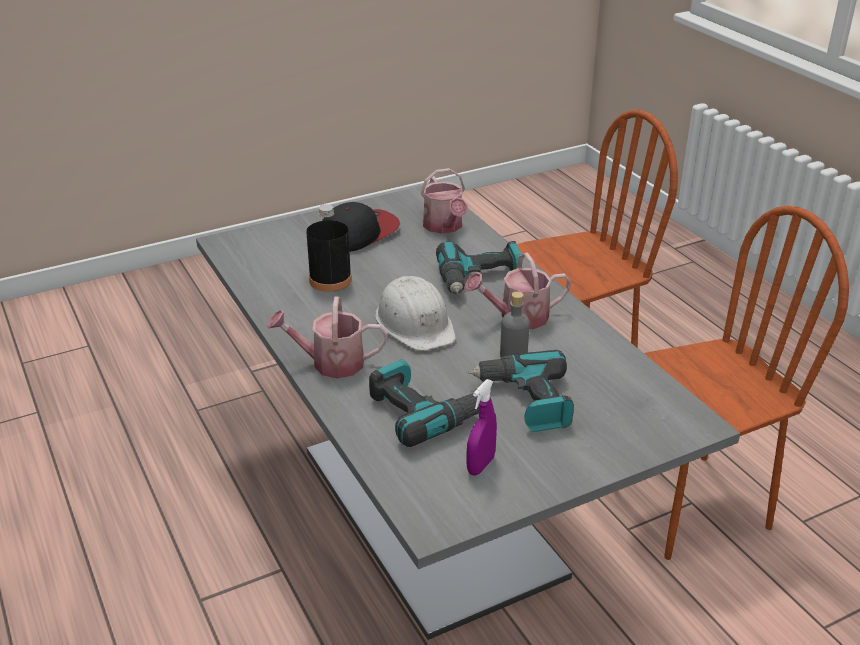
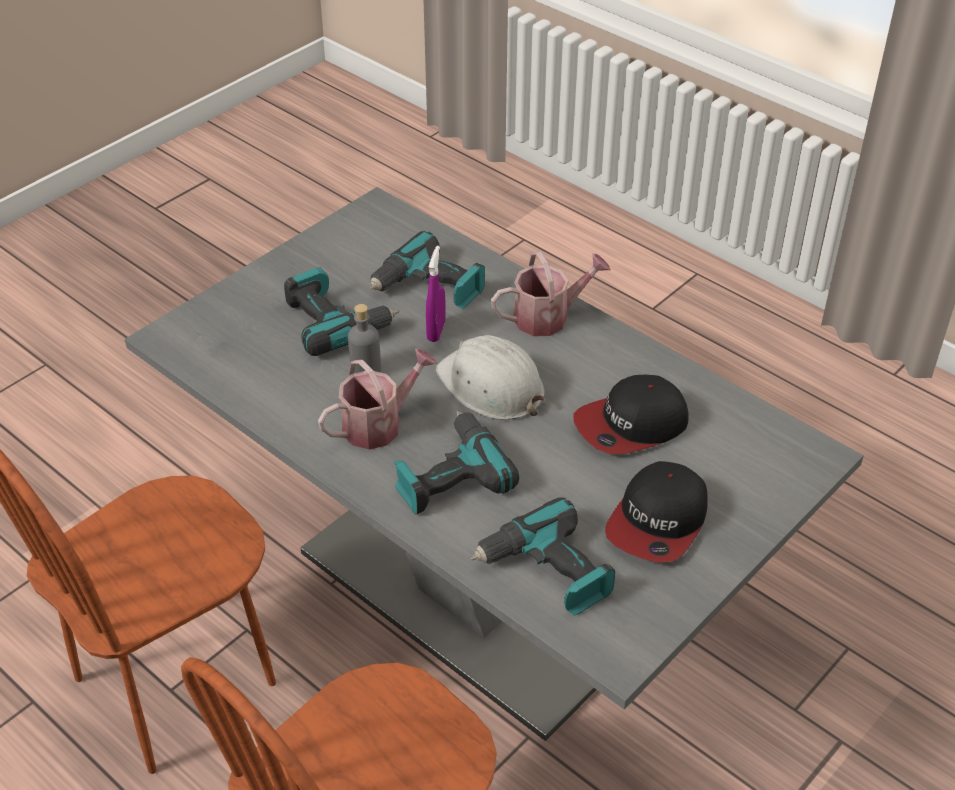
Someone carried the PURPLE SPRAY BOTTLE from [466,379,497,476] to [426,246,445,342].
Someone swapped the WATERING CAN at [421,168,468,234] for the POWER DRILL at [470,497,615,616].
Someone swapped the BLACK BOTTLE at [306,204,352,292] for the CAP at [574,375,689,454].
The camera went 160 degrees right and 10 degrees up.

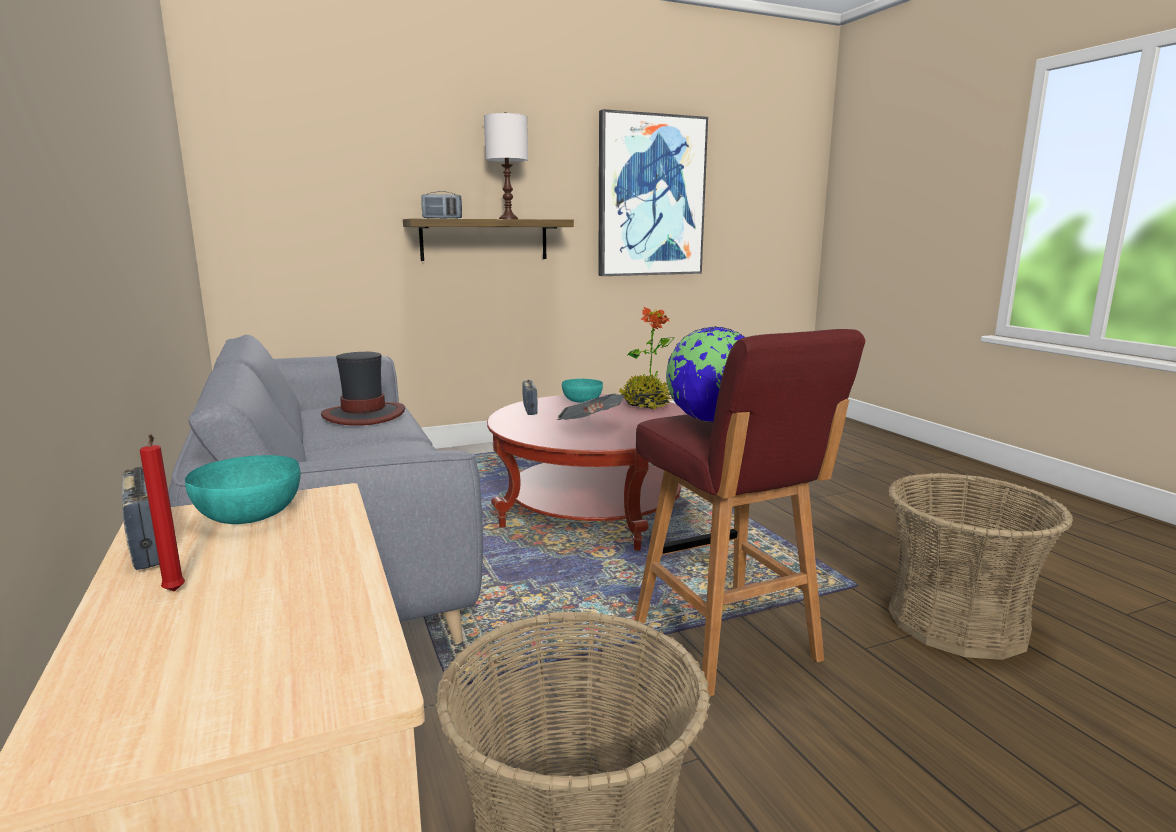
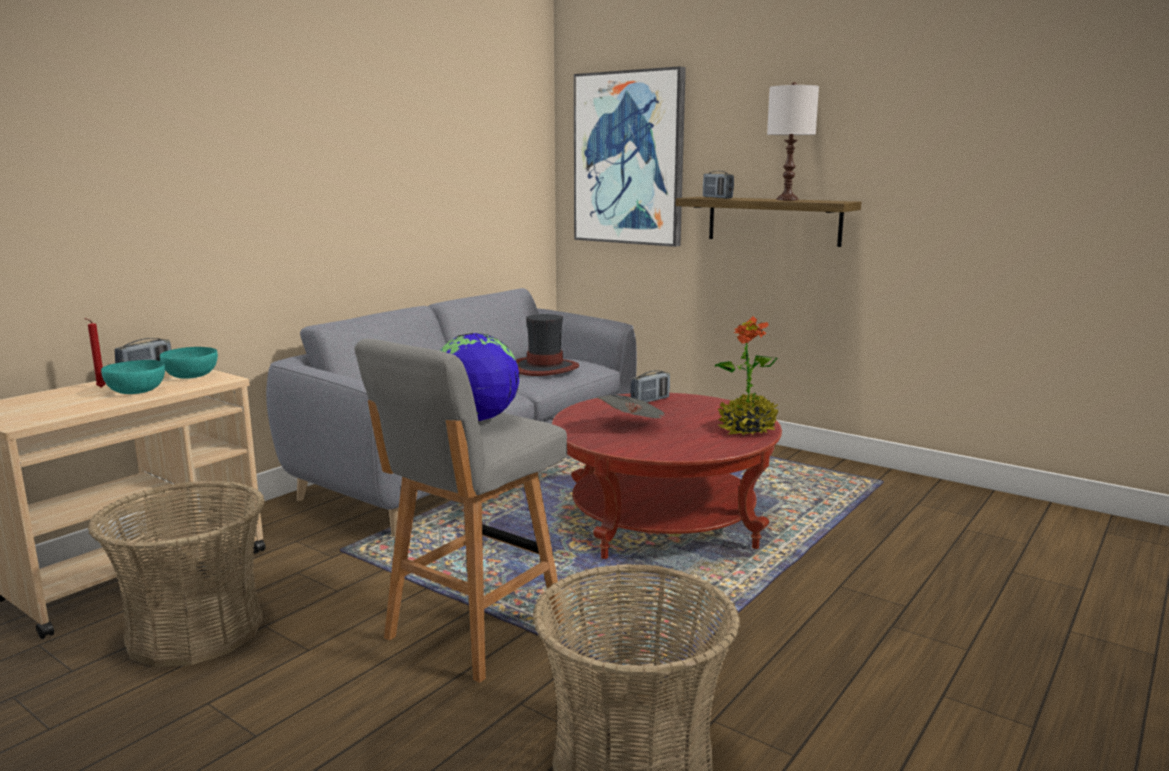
Someone carried the TURQUOISE BOWL from [562,379,603,403] to [101,360,165,394].
Someone repainted the RED STOOL at [635,329,865,696], which became the GREY STOOL at [354,339,567,683].
Someone carried the PICTURE from [598,109,708,276] to [574,66,686,247].
The camera went 60 degrees right and 0 degrees up.

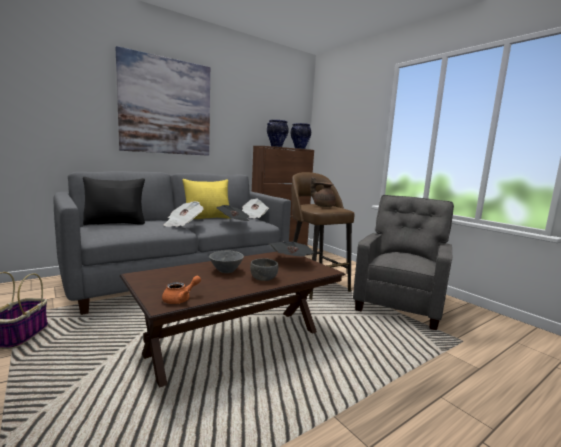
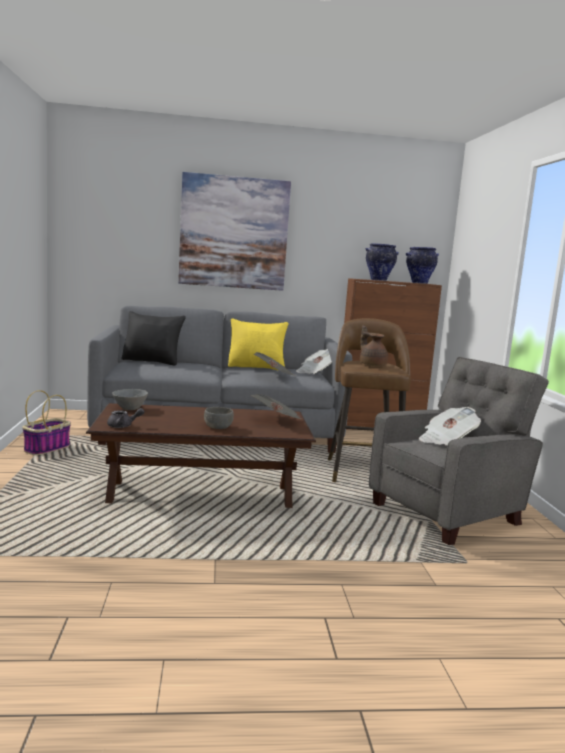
Someone repainted the ORANGE TEAPOT at [162,276,201,304], which became the GREY TEAPOT at [107,408,145,428].
Someone carried the GREY BOWL from [209,251,244,273] to [112,389,148,410].
Someone carried the NEWSPAPER from [164,201,204,227] to [419,407,481,445].
The camera went 30 degrees right and 0 degrees up.

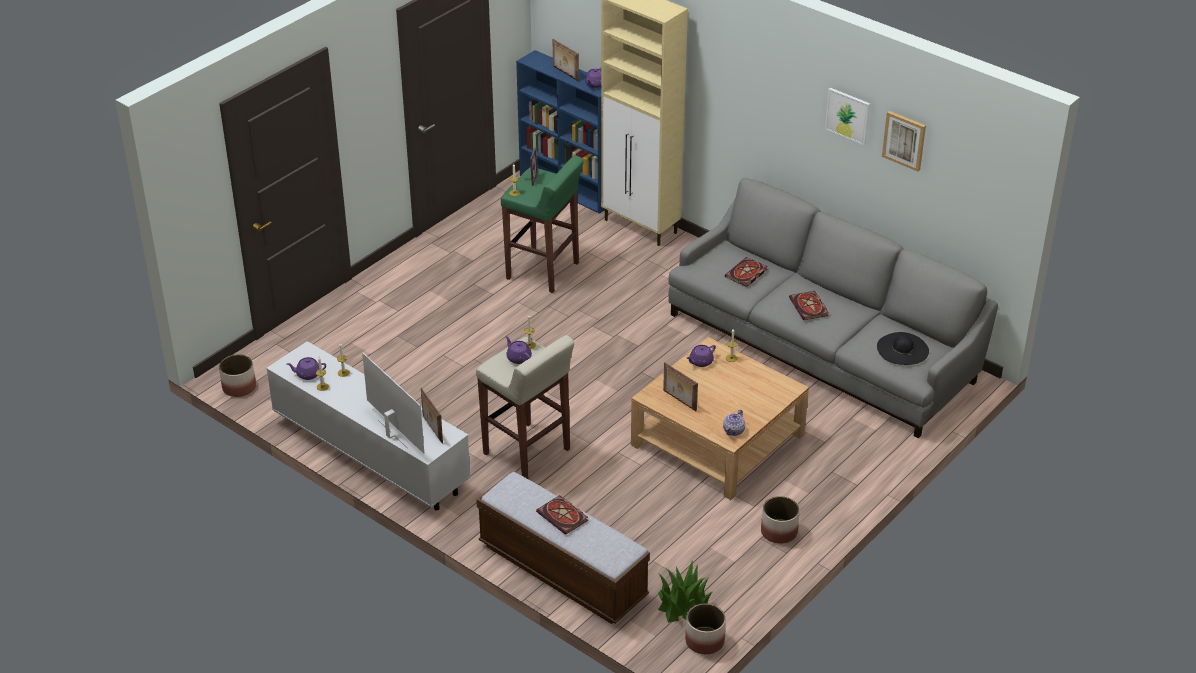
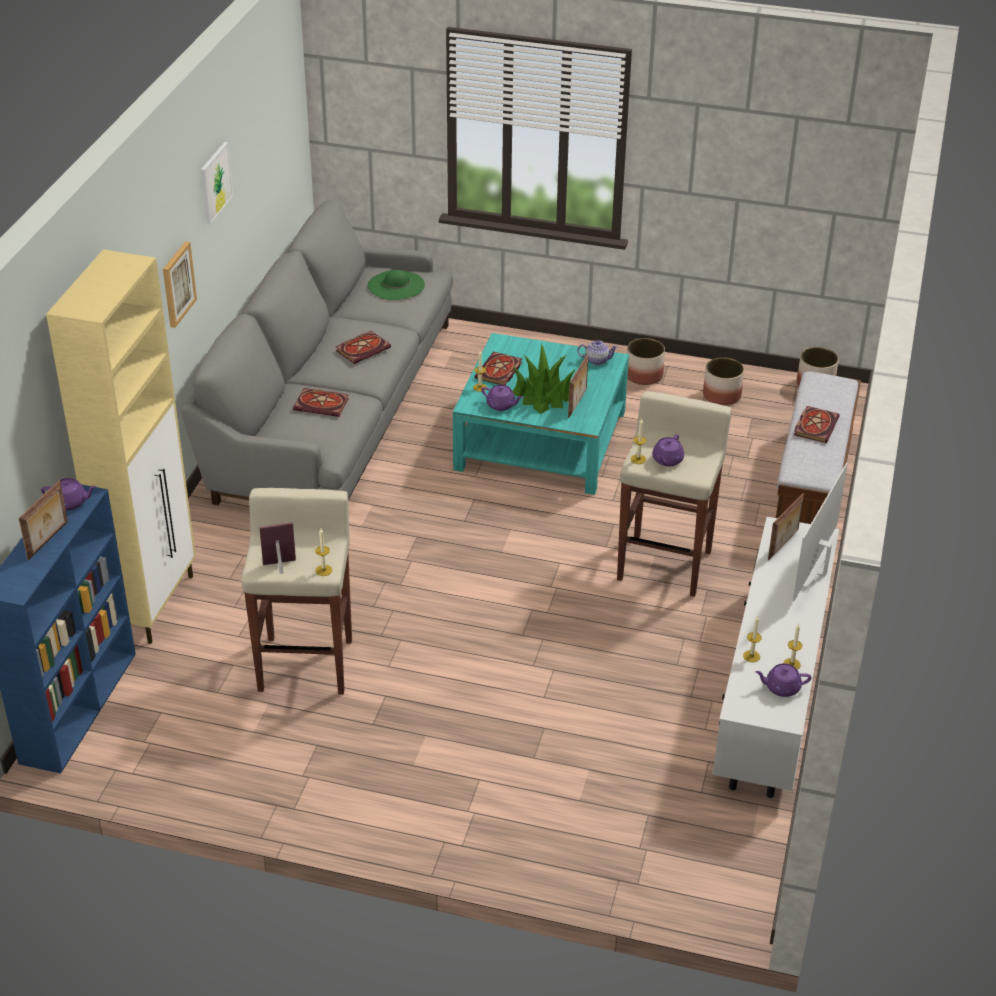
Someone carried the PICTURE from [882,111,926,171] to [163,241,197,328].
Someone repainted the GREEN STOOL at [501,155,584,293], which became the BEIGE STOOL at [241,488,352,695].
Someone repainted the BLACK HAT at [877,332,929,365], which became the GREEN HAT at [368,270,425,300].
Someone repainted the BEIGE COFFEE TABLE at [631,337,809,500], which became the TURQUOISE COFFEE TABLE at [453,333,629,495].
Someone put down the BOOK at [475,352,522,385].
Someone carried the POTTED PLANT from [658,560,714,623] to [513,343,576,414].
Someone carried the PLANTER from [219,354,256,397] to [703,357,744,405].
Someone rotated the PURPLE TEAPOT at [287,357,326,380] by 120 degrees clockwise.
The camera went 115 degrees left and 0 degrees up.

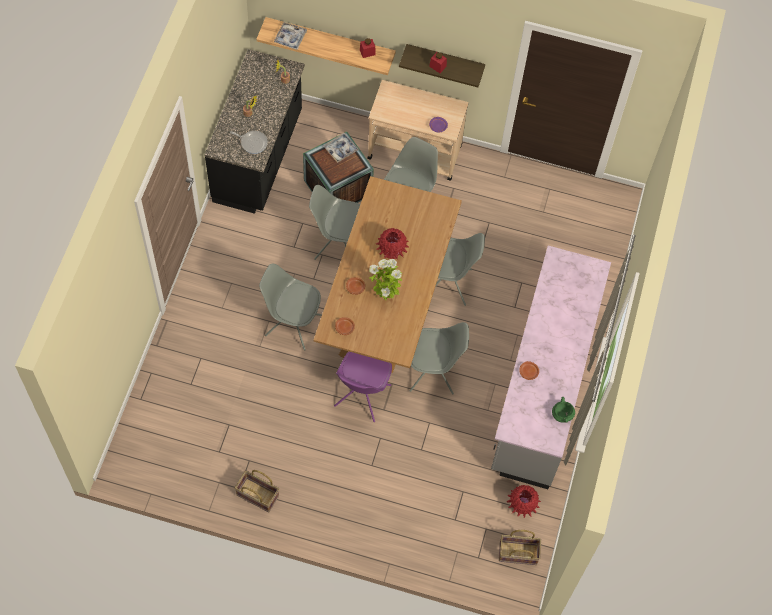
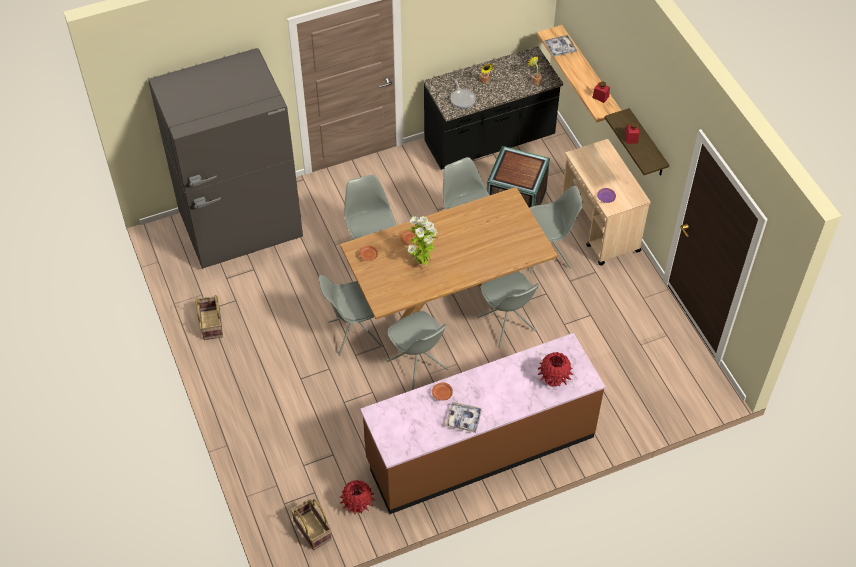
Someone put down the GREY FRIDGE at [148,48,303,268].
Someone repainted the PURPLE CHAIR at [334,351,392,422], which became the GREY CHAIR at [319,275,381,356].
Someone repainted the GREY COUNTER at [491,245,611,489], which became the BROWN COUNTER at [360,333,605,514].
Someone carried the TRAY from [323,133,359,163] to [445,402,482,433].
Someone carried the RED VASE from [376,228,409,260] to [537,352,573,387].
Someone took away the GREEN COOKING POT at [552,397,575,423].
The camera went 55 degrees right and 10 degrees down.

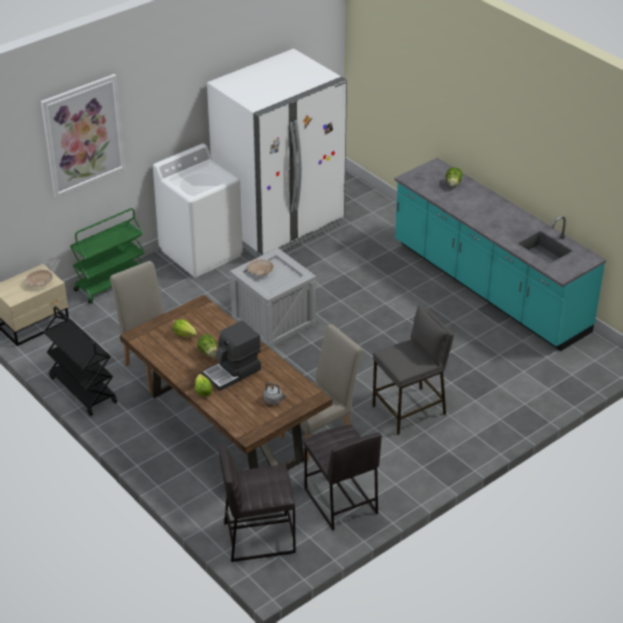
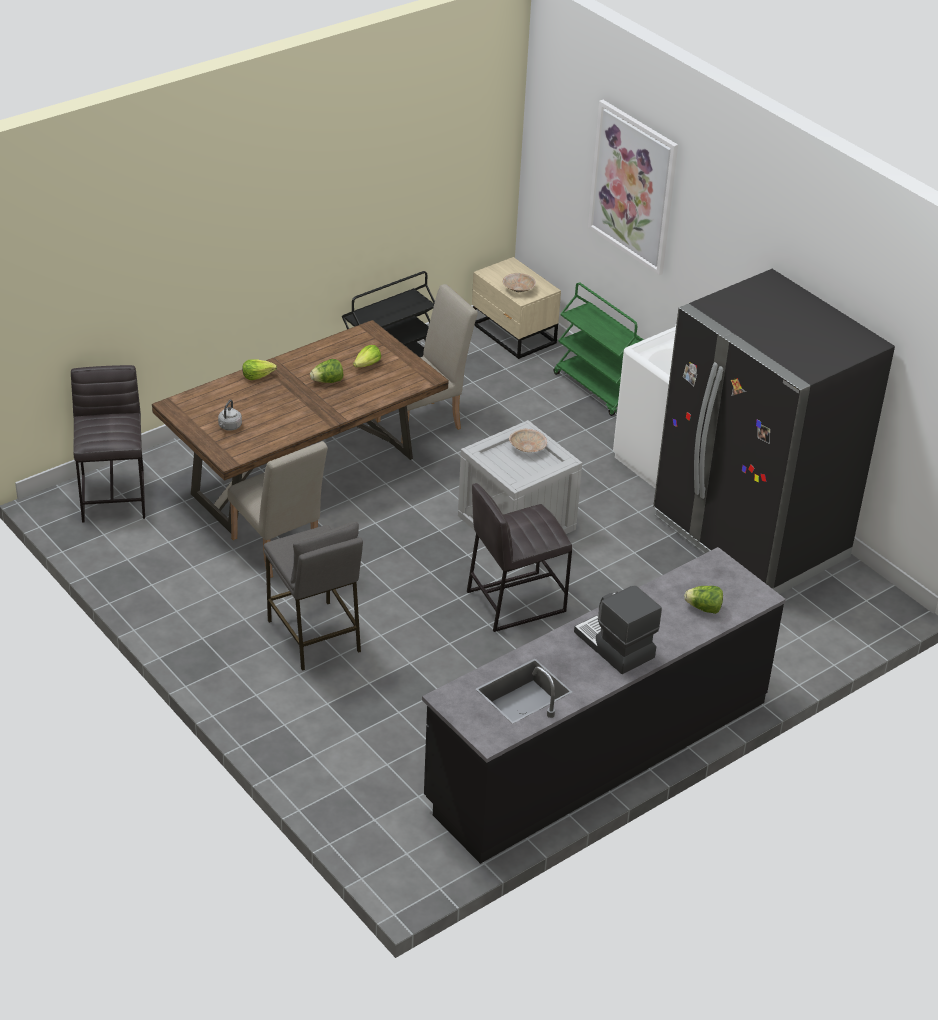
Someone repainted the TURQUOISE COUNTER at [394,158,606,351], which became the BLACK COUNTER at [422,547,786,864].
Someone carried the GREY STOOL from [304,424,382,530] to [467,483,572,632].
Someone carried the COFFEE MACHINE from [202,320,261,391] to [574,586,662,674].
Someone repainted the WHITE FRIDGE at [207,48,347,258], which became the BLACK FRIDGE at [653,269,895,594].
The camera went 90 degrees right and 0 degrees up.

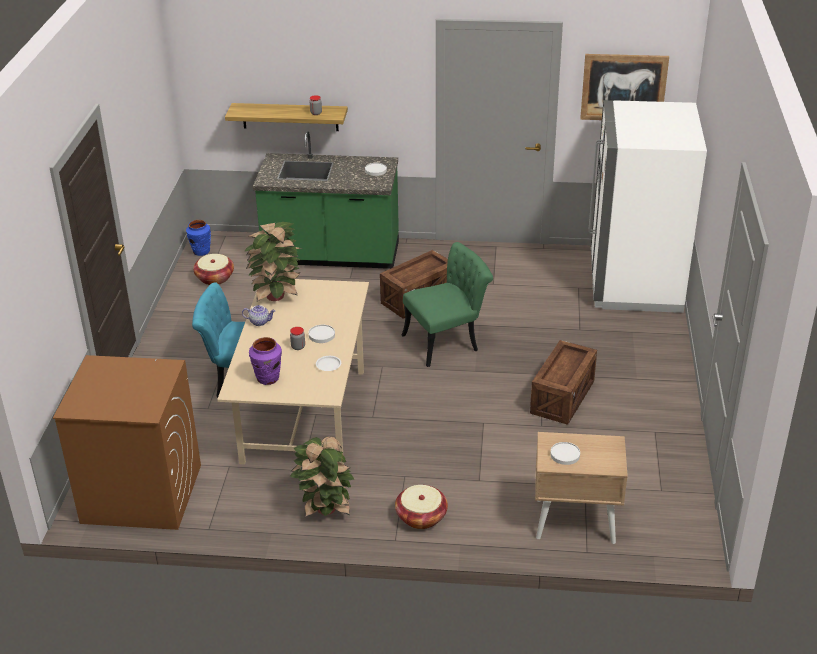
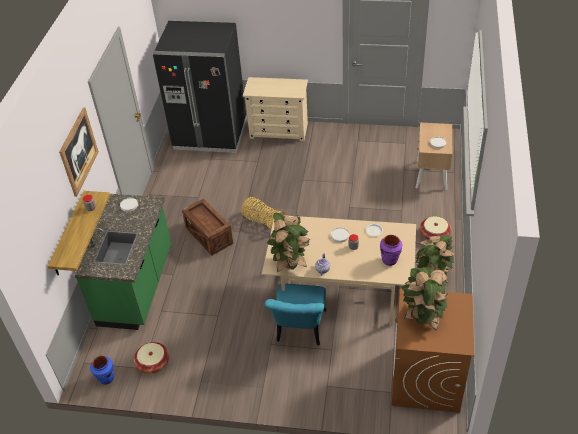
Someone carried the PICTURE from [580,54,669,120] to [59,107,99,197].
Someone repainted the WHITE FRIDGE at [589,100,707,313], which became the BLACK FRIDGE at [153,21,247,153].
Someone swapped the GREEN CHAIR at [402,242,493,367] for the BASKET at [241,197,286,229].
Someone put down the BEIGE DRESSER at [243,77,308,141].
Someone put down the POTTED PLANT at [401,267,448,331].
Someone took away the CRATE at [530,340,597,425].
The camera went 85 degrees left and 10 degrees up.

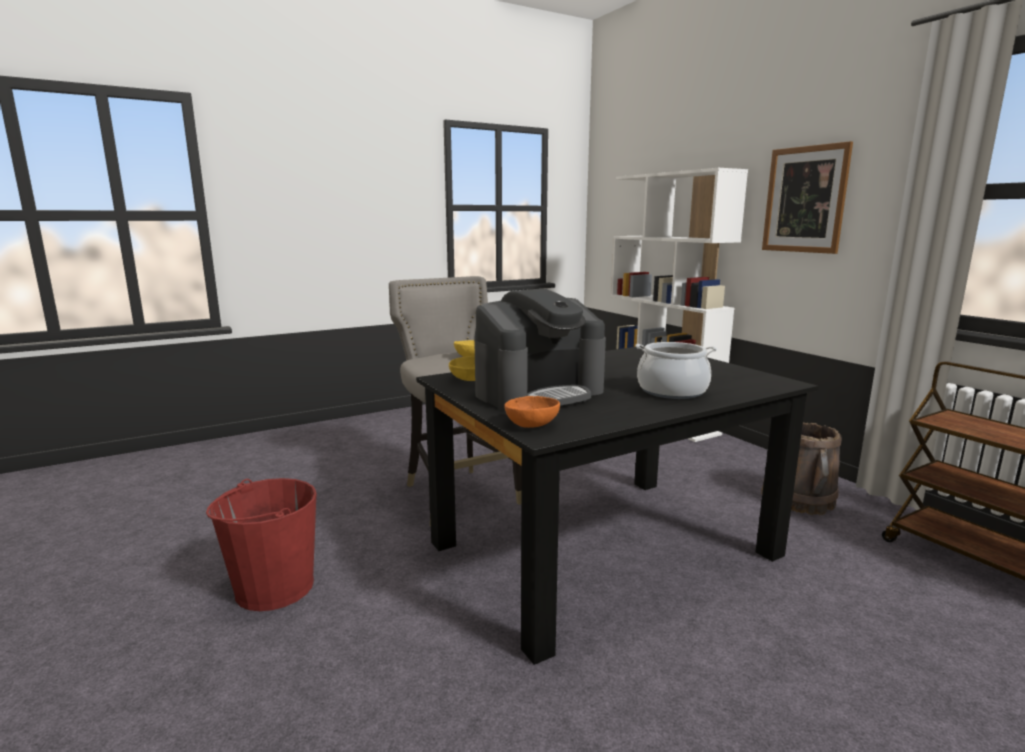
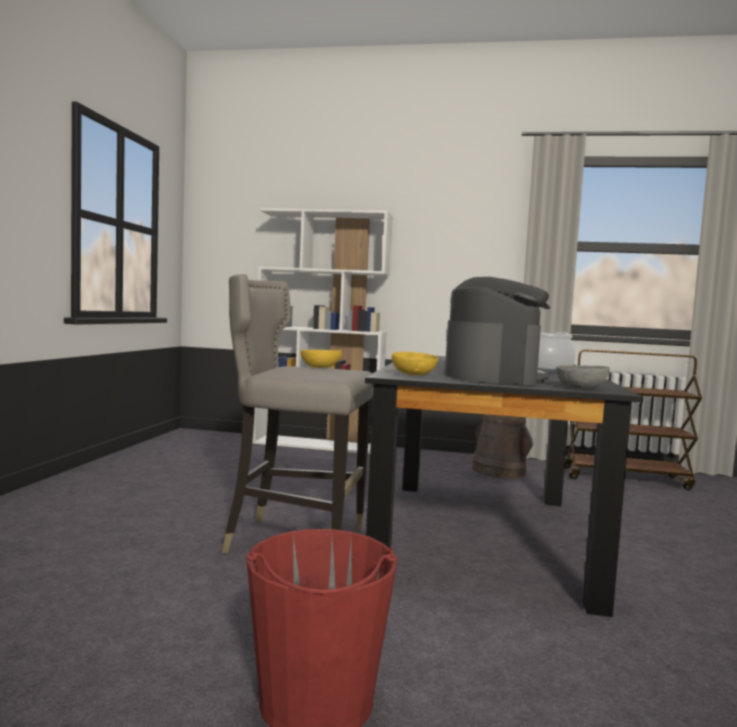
Someone repainted the ORANGE BOWL at [504,396,560,428], which became the GREY BOWL at [556,365,610,389].
Someone took away the PICTURE at [762,141,853,254].
The camera went 50 degrees left and 10 degrees down.

